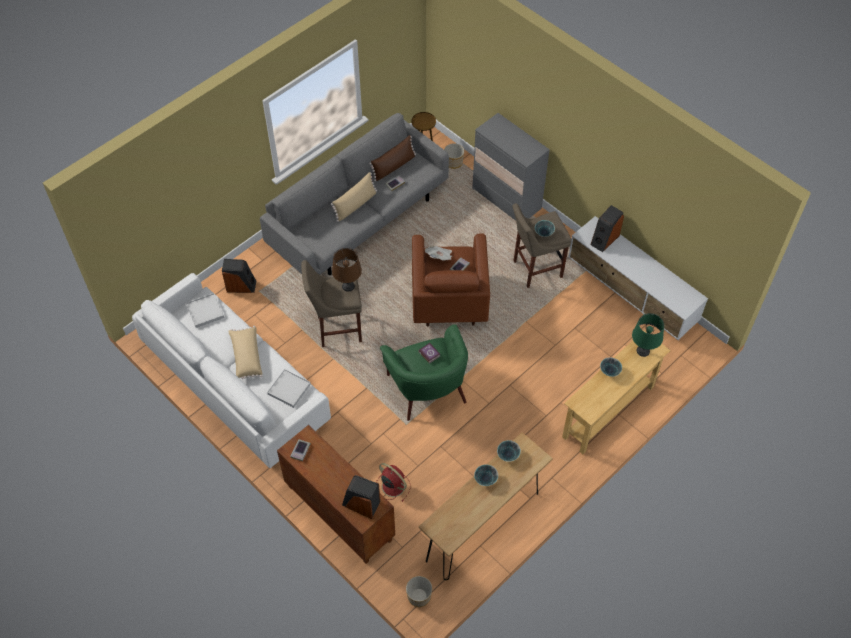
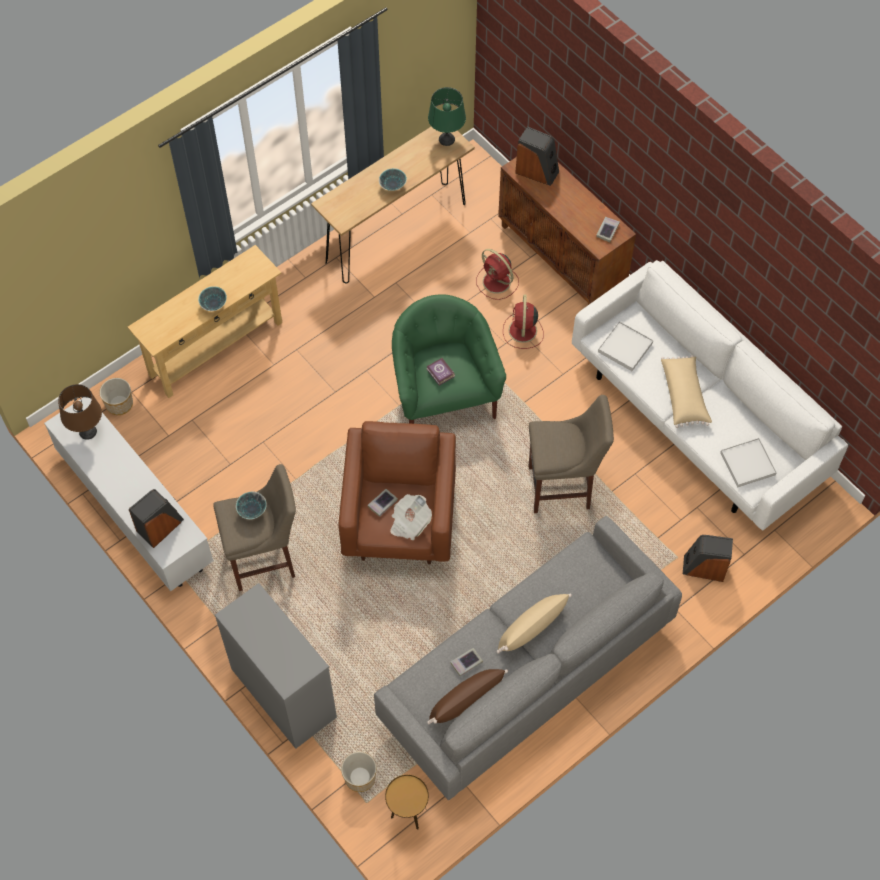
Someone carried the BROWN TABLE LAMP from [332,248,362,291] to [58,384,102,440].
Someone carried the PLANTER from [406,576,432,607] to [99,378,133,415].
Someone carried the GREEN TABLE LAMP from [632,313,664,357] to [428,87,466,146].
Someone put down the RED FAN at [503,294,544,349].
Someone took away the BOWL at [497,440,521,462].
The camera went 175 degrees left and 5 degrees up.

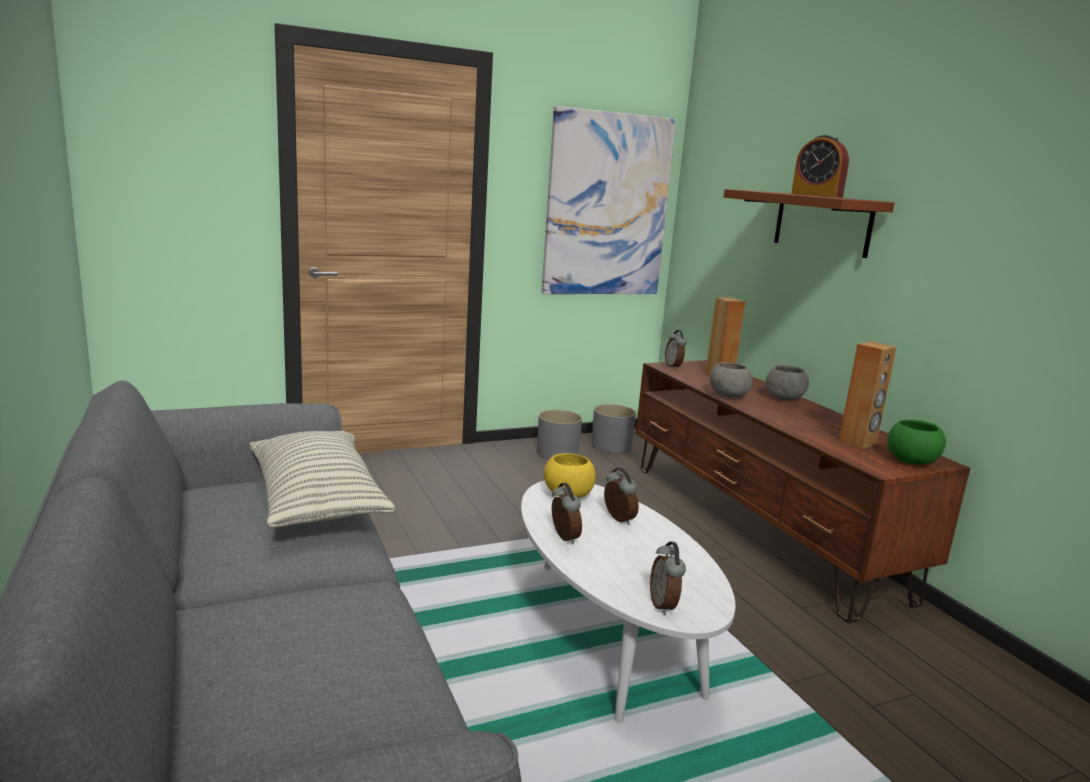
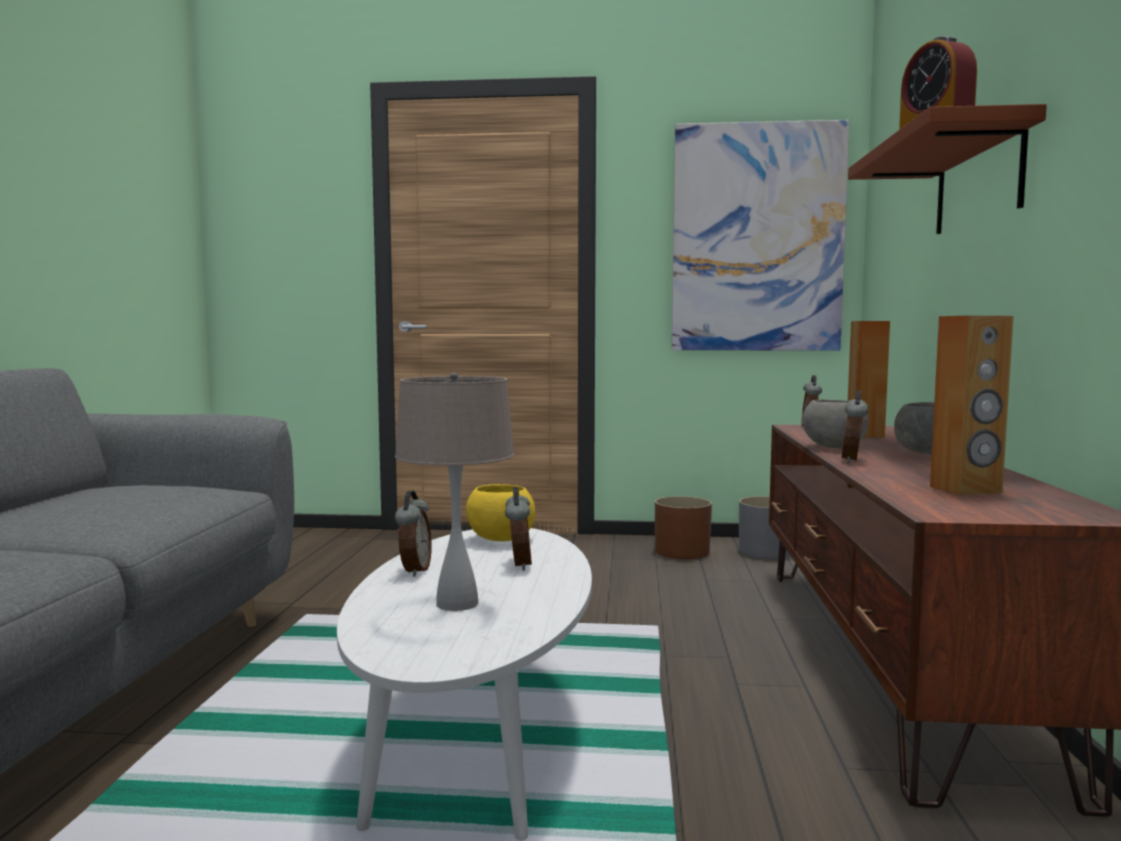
Someone put down the BEIGE TABLE LAMP at [395,373,514,611].
Someone repainted the GREY PLANTER at [537,410,582,460], which became the BROWN PLANTER at [655,496,712,559].
Someone carried the ALARM CLOCK from [650,542,686,615] to [842,390,868,462].
Someone took away the PILLOW at [249,431,396,527].
Someone took away the GREEN BOWL at [887,420,946,465].
The camera went 30 degrees right and 10 degrees down.

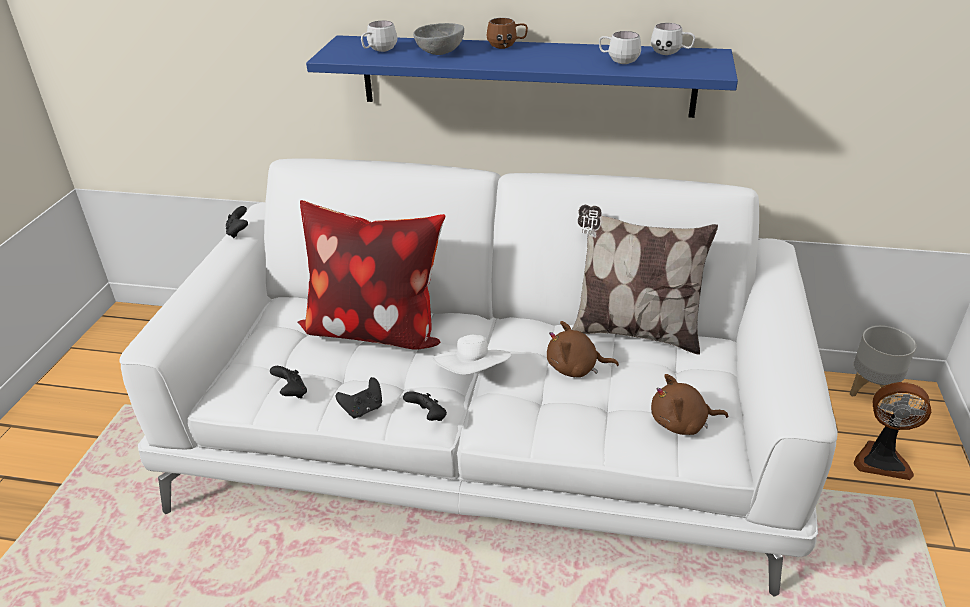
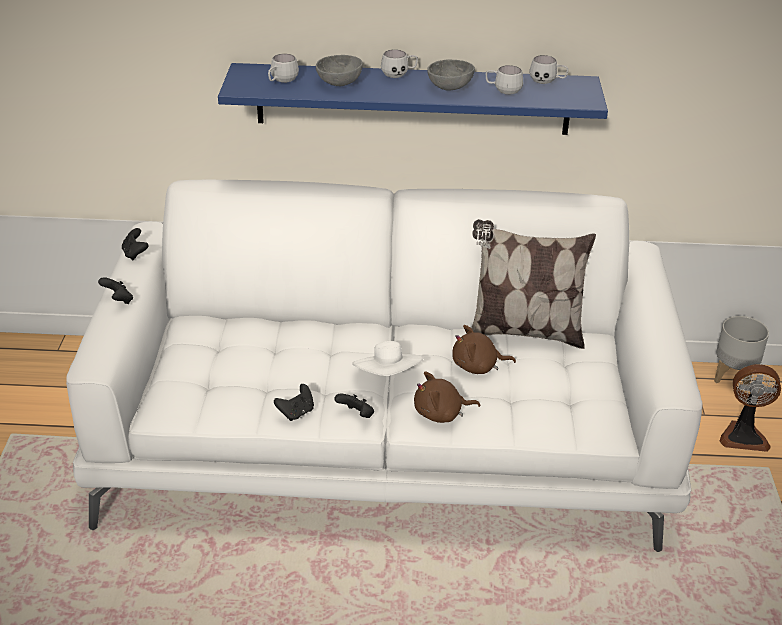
Someone carried the BLACK GAME CONTROLLER from [270,366,307,398] to [98,277,133,304].
Someone repainted the BROWN MUG at [486,18,528,49], which became the WHITE MUG at [381,50,418,78].
Someone carried the BROWN PLUSH TOY from [651,374,728,435] to [414,371,480,423].
Someone put down the GREY BOWL at [427,60,475,91].
Someone took away the PILLOW at [297,200,445,350].
The camera went 10 degrees left and 0 degrees up.

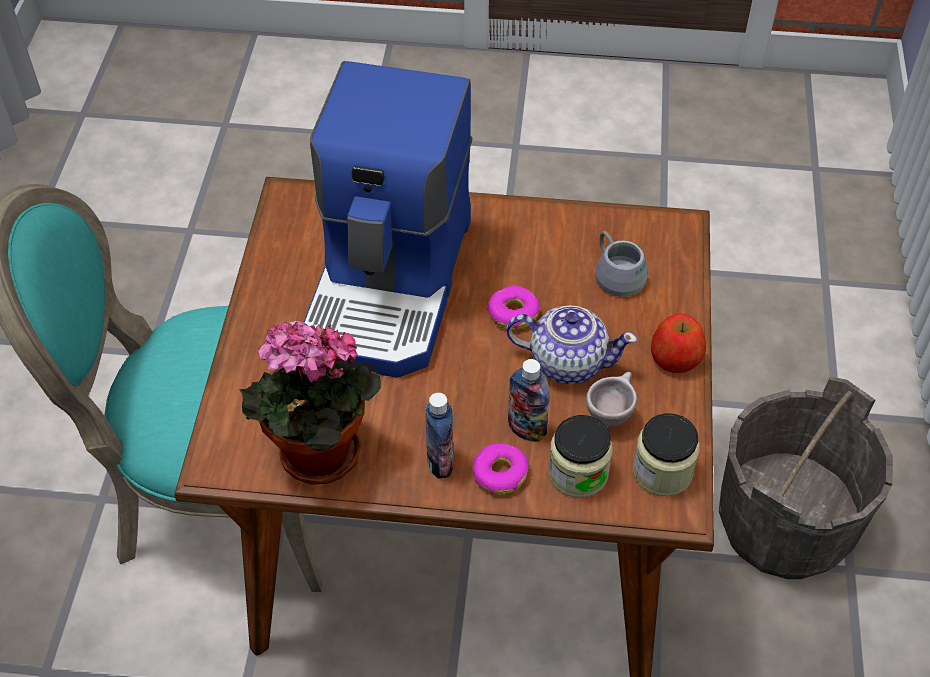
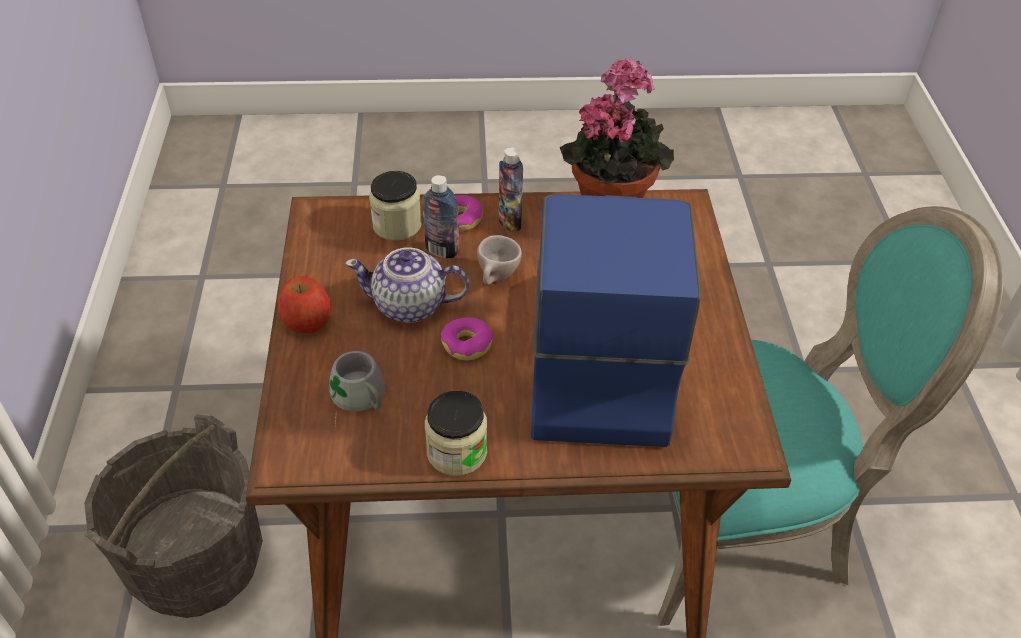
Someone carried the JAR from [633,413,699,496] to [425,391,487,476].
Someone carried the BEIGE CUP from [586,372,637,427] to [477,235,522,285].
The camera went 170 degrees right and 5 degrees down.

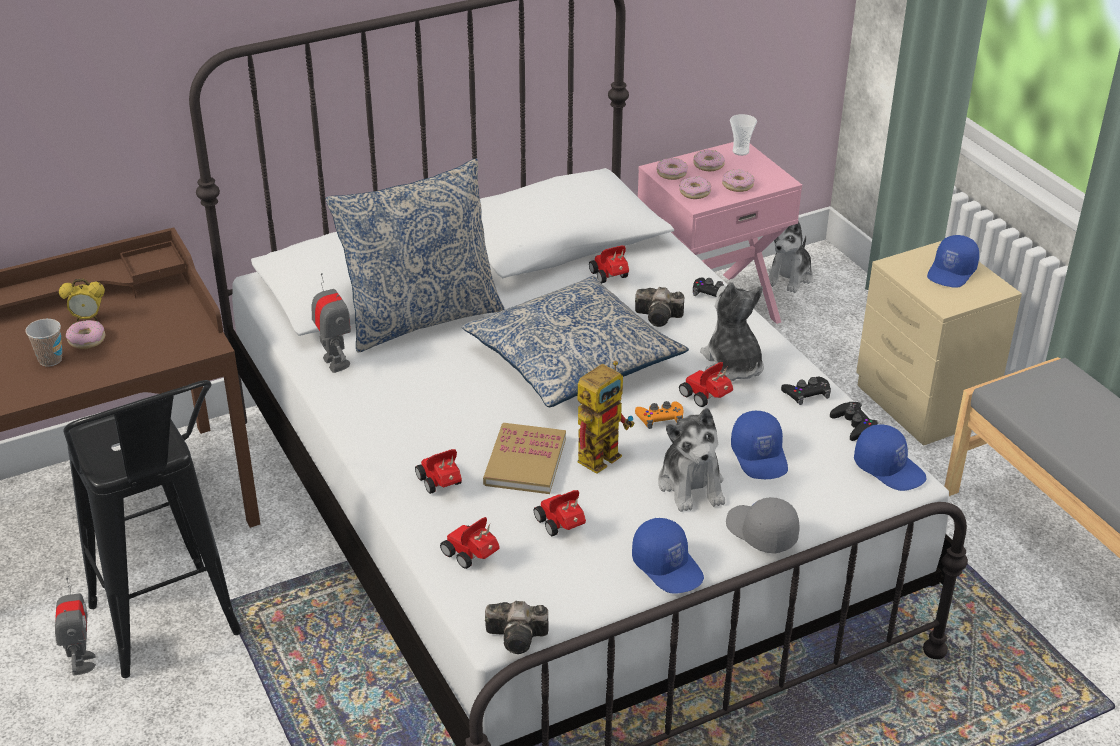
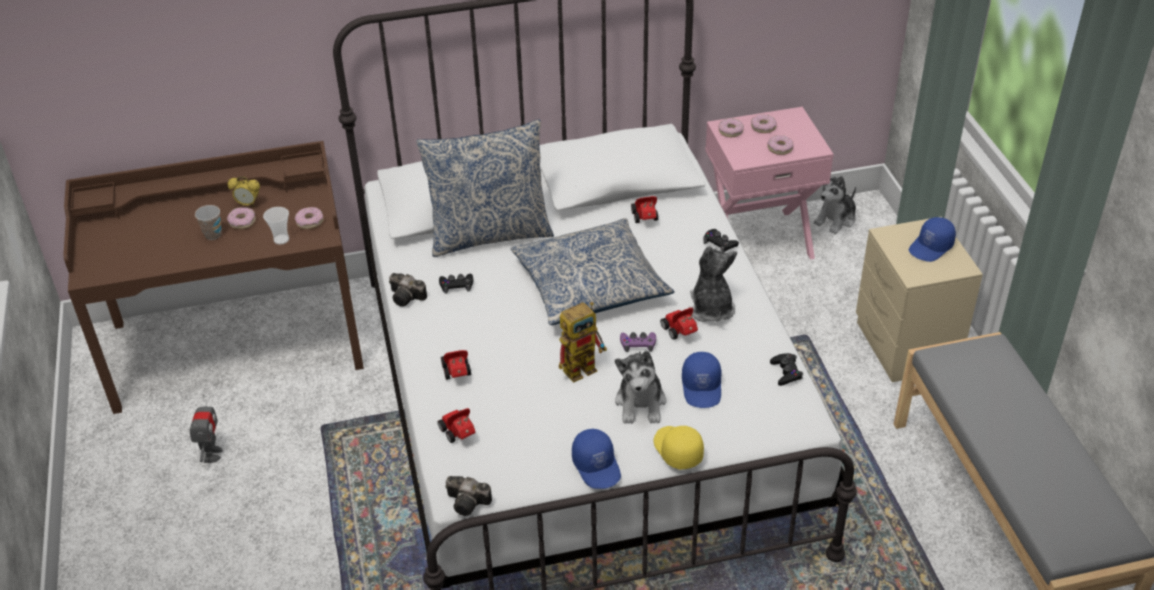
Someone carried the CUP from [730,114,757,156] to [263,207,289,245].
Someone carried the DONUT from [679,176,711,199] to [295,207,324,229].
Someone carried the PHOTO CAMERA from [635,287,684,327] to [389,273,427,307].
Someone carried the BLACK GAME CONTROLLER from [781,377,831,405] to [439,274,474,294].
Someone repainted the ORANGE GAME CONTROLLER at [635,401,683,429], which became the PURPLE GAME CONTROLLER at [620,332,656,352].
Someone repainted the GREY CAP at [726,497,799,553], which became the YELLOW CAP at [653,426,704,470].
Someone took away the BLACK STOOL at [63,380,241,678].
Someone took away the TOY ROBOT at [312,273,351,373].
Someone took away the BOOK at [483,423,566,494].
Someone took away the TOY CAR at [533,490,586,536].
Someone took away the BLUE CAP at [854,424,927,491].
The camera went 15 degrees right and 5 degrees up.

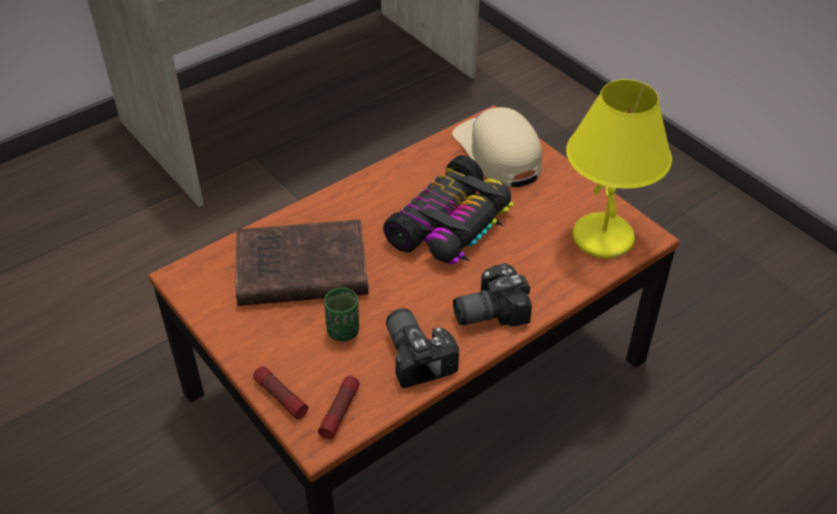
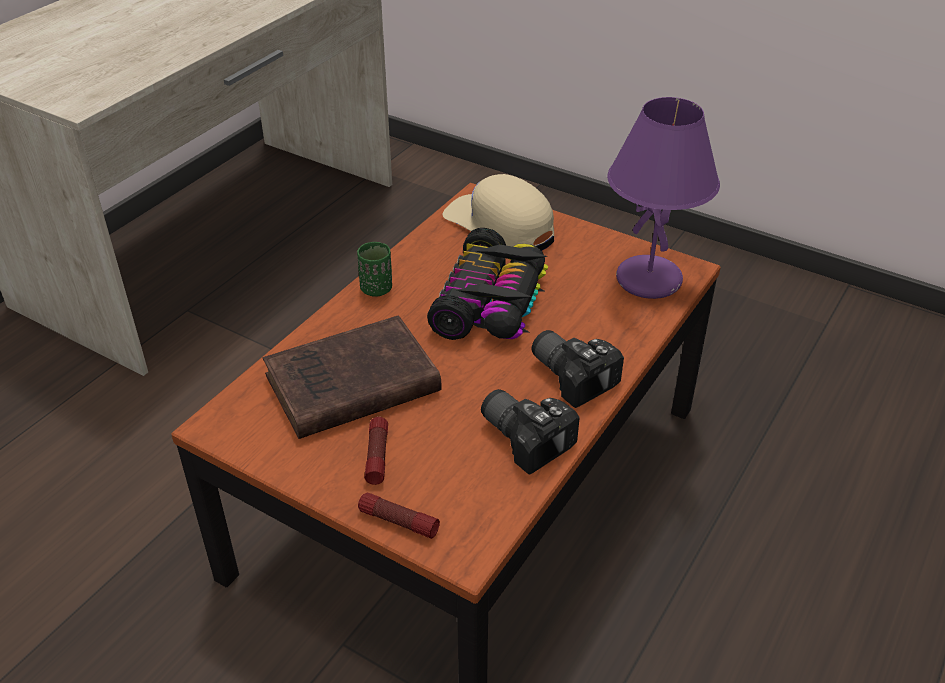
Someone carried the GREEN CUP from [324,288,359,342] to [357,242,392,297].
Someone carried the FLASHLIGHT from [318,376,360,439] to [365,417,388,485].
Someone rotated the PHOTO CAMERA at [453,263,532,327] by 90 degrees clockwise.
Someone repainted the YELLOW TABLE LAMP at [566,79,672,258], which became the PURPLE TABLE LAMP at [607,97,720,299].
The camera went 20 degrees left and 5 degrees down.

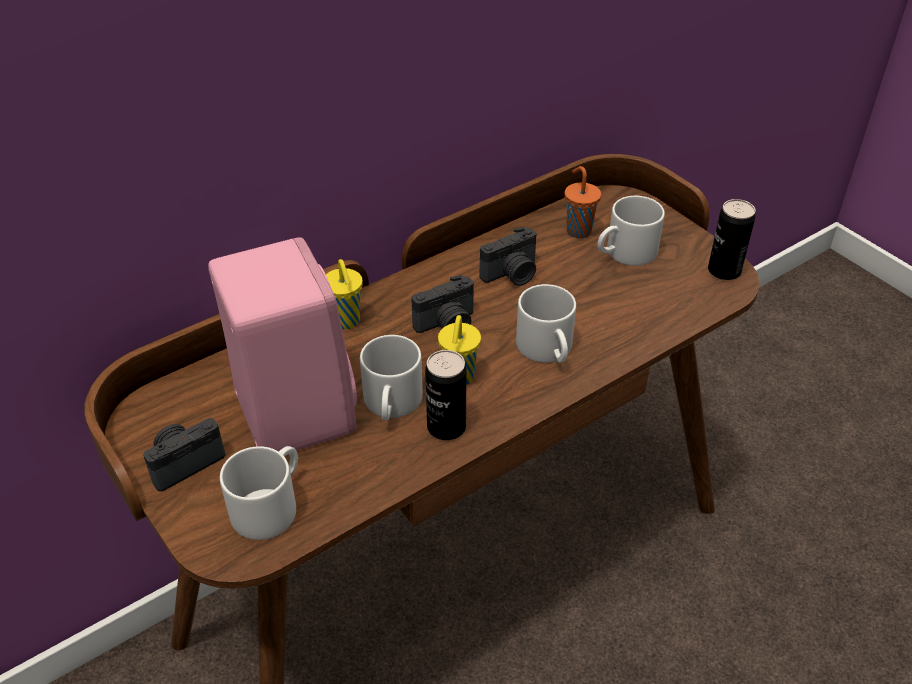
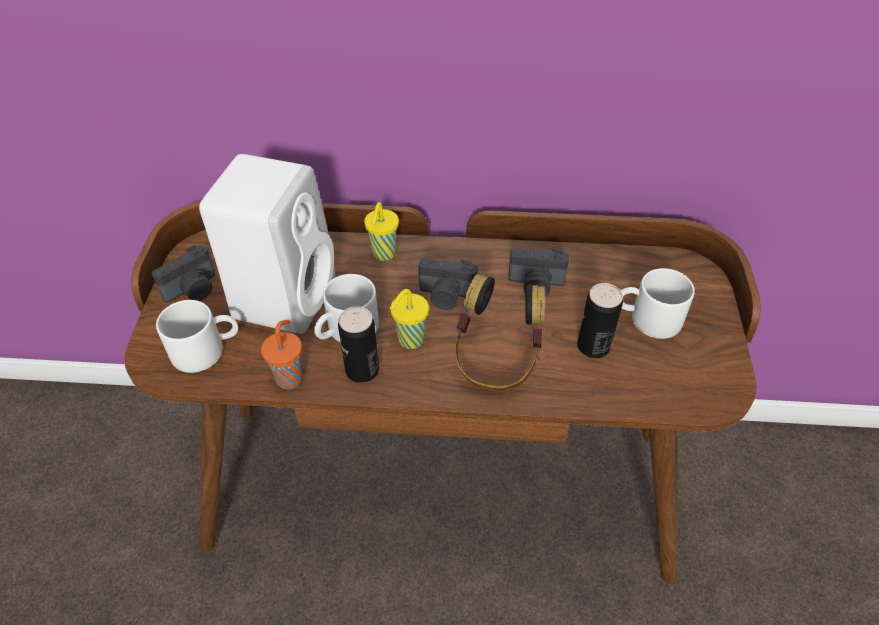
Someone rotated the PHOTO CAMERA at [143,418,225,492] by 135 degrees clockwise.
Someone repainted the PINK SPEAKER at [208,237,357,452], which became the WHITE SPEAKER at [199,154,335,334].
Someone carried the ORANGE CUP from [565,166,601,238] to [261,320,303,390].
Someone swapped the WHITE MUG at [516,284,576,363] for the HEADPHONES at [453,274,545,392].
Someone carried the CAN from [708,199,756,280] to [577,283,623,358].
The camera went 40 degrees right and 5 degrees up.

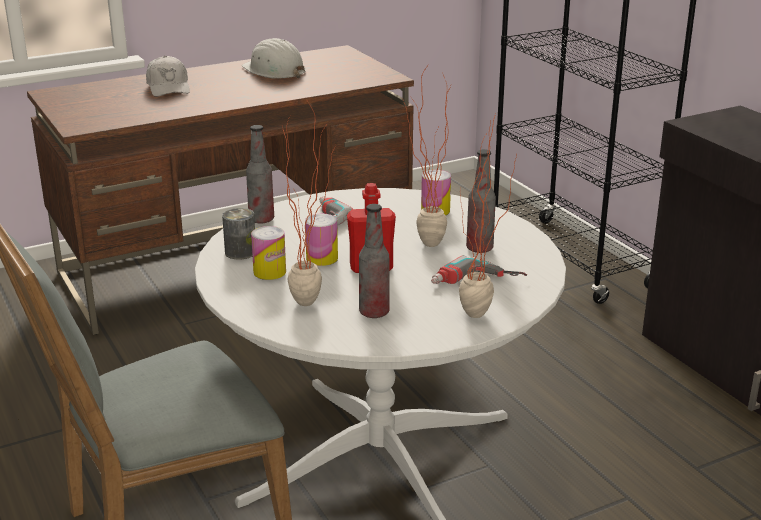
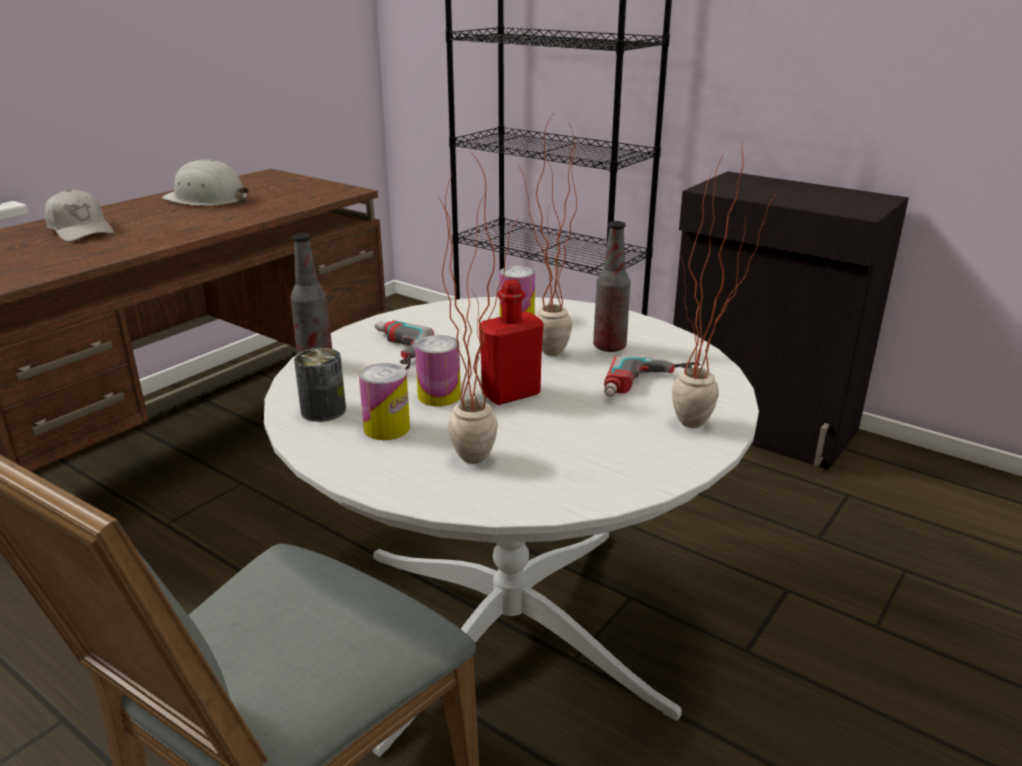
Someone took away the BOTTLE at [359,204,390,318].
The camera went 25 degrees left and 0 degrees up.

